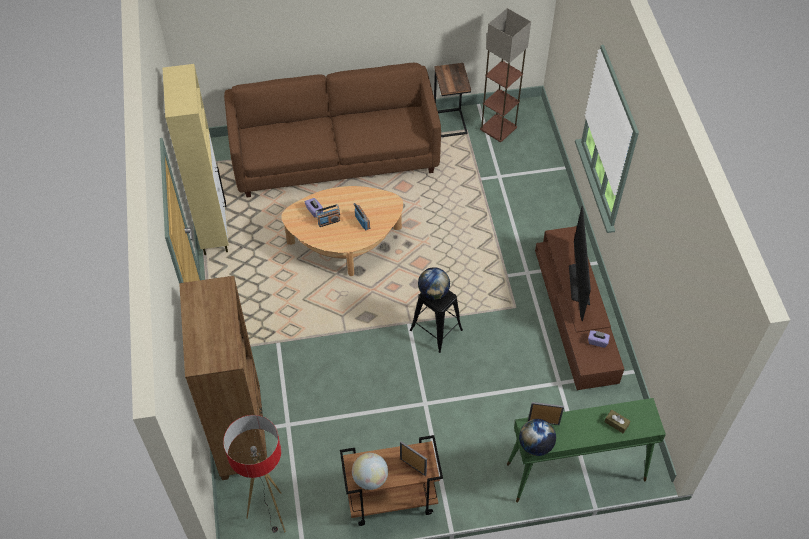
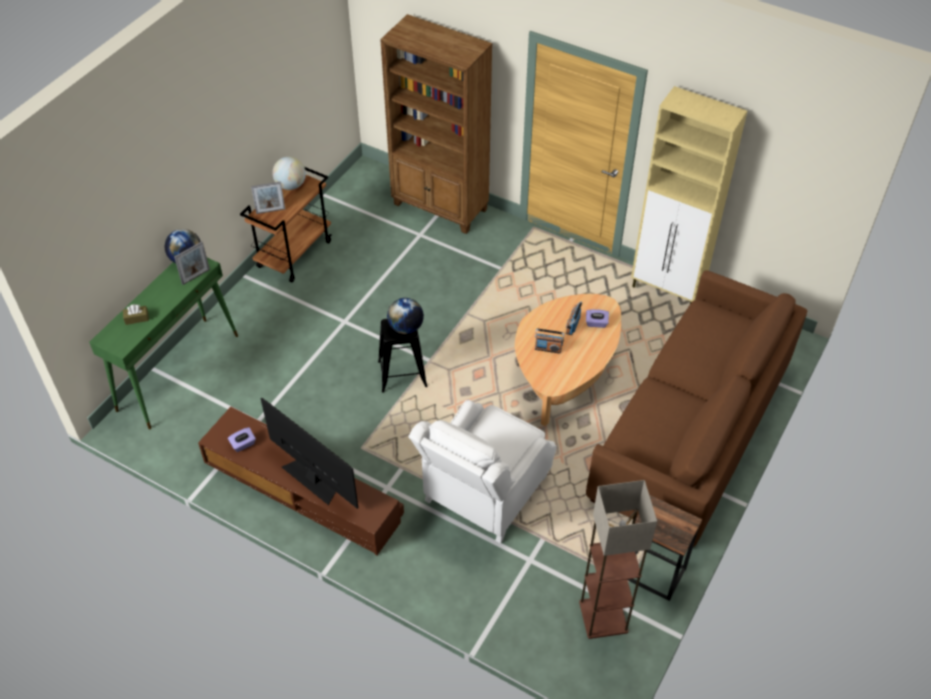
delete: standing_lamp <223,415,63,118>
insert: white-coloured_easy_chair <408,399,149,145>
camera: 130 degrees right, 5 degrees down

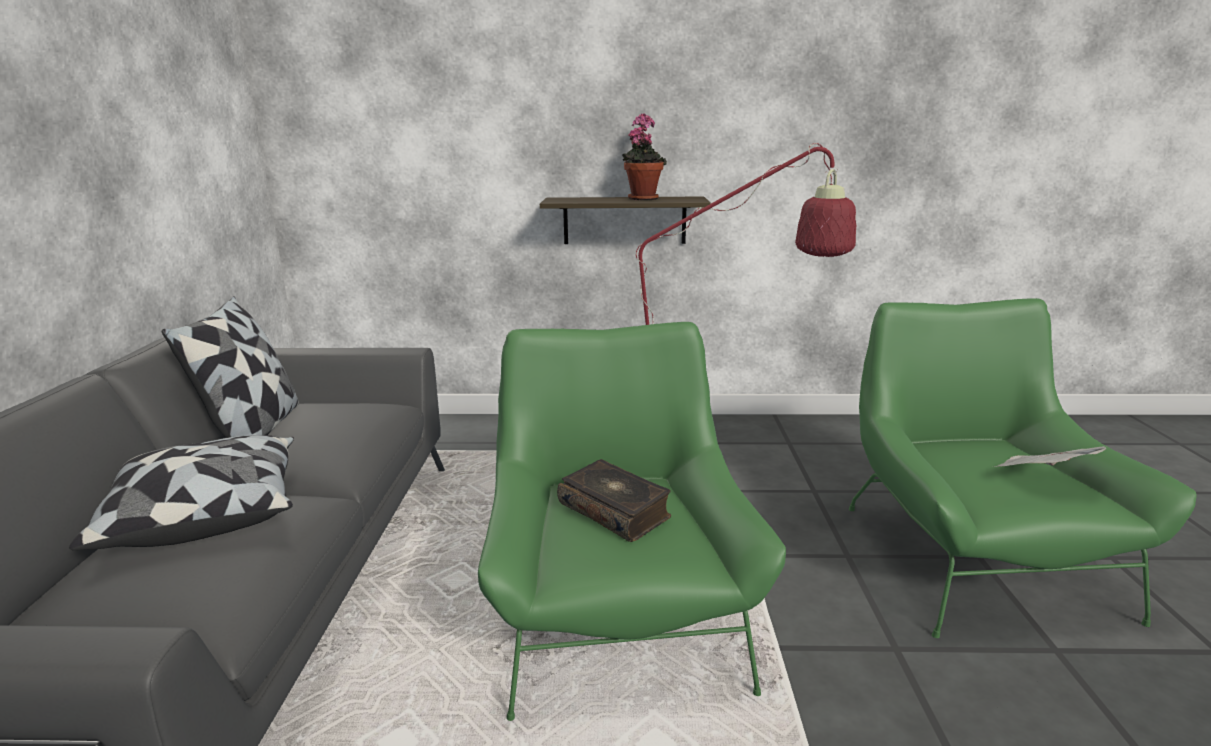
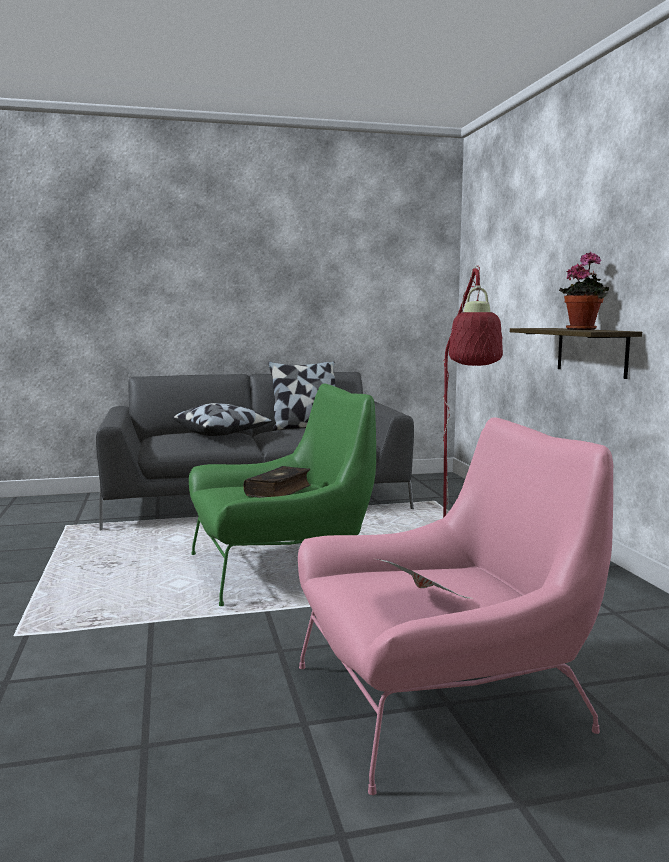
recolor: green-coloured_easy_chair <849,298,348,340> to pink-coloured_easy_chair <298,417,315,378>
camera: 75 degrees right, 10 degrees down

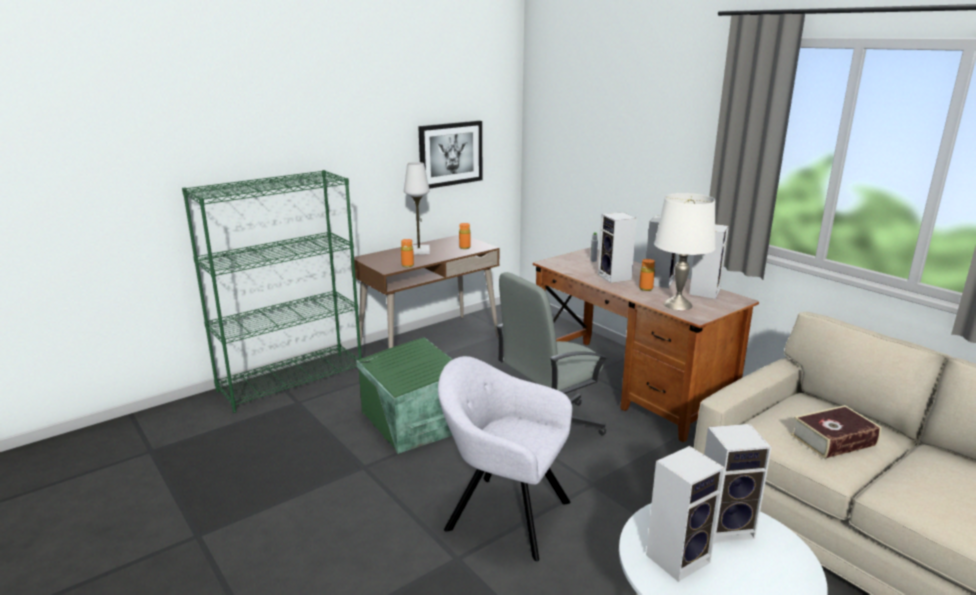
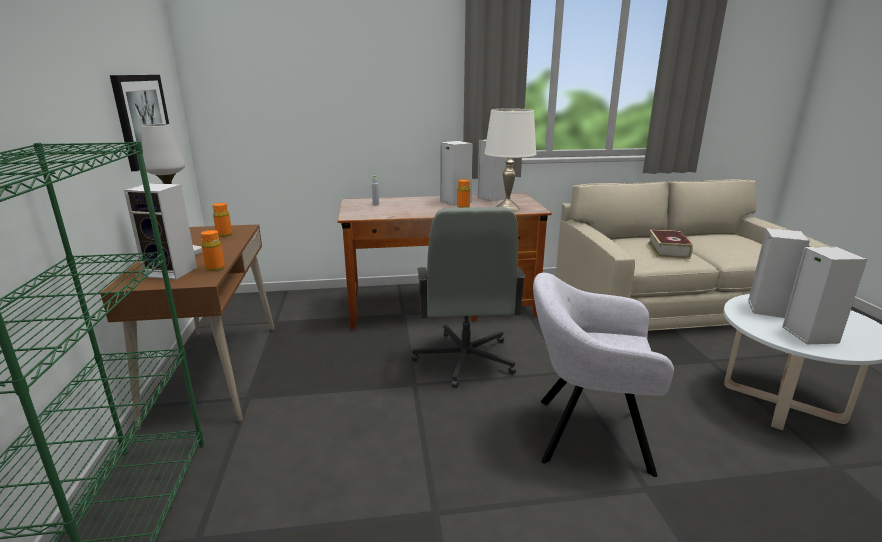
delete: green-coloured_storage_box <356,337,97,117>
move: loudspeaker <598,212,39,71> to <124,183,73,97>
rotate: greyish_easy_chair <438,356,134,205> = <533,273,141,204> 45 degrees clockwise
camera: 60 degrees left, 0 degrees up

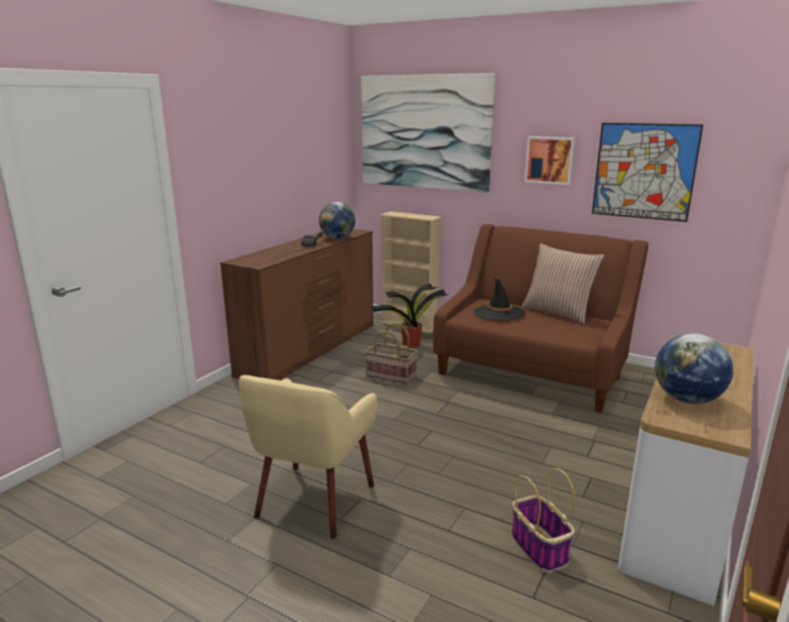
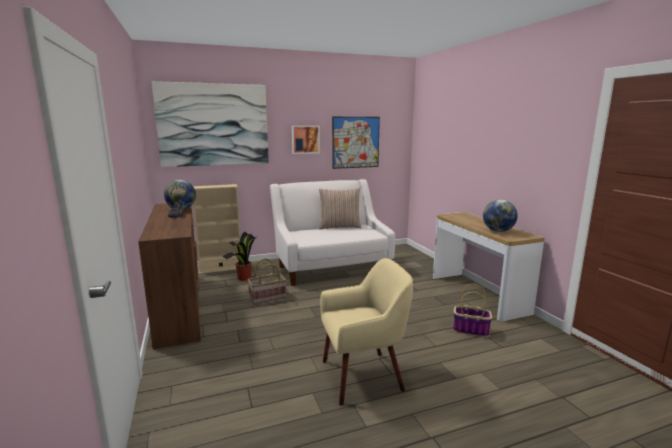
delete: blackish_hat <473,278,52,43>
recolor: brown-coloured_sofa <433,224,215,189> to white-coloured_sofa <270,179,125,107>
rotate: sand-coloured_easy_chair <239,375,138,164> = <320,258,93,147> 75 degrees counterclockwise
camera: 50 degrees left, 5 degrees down

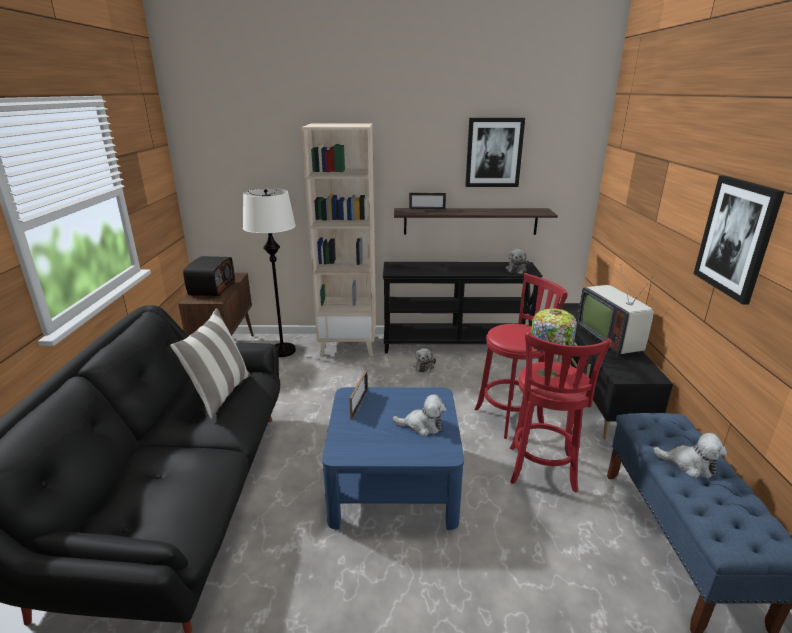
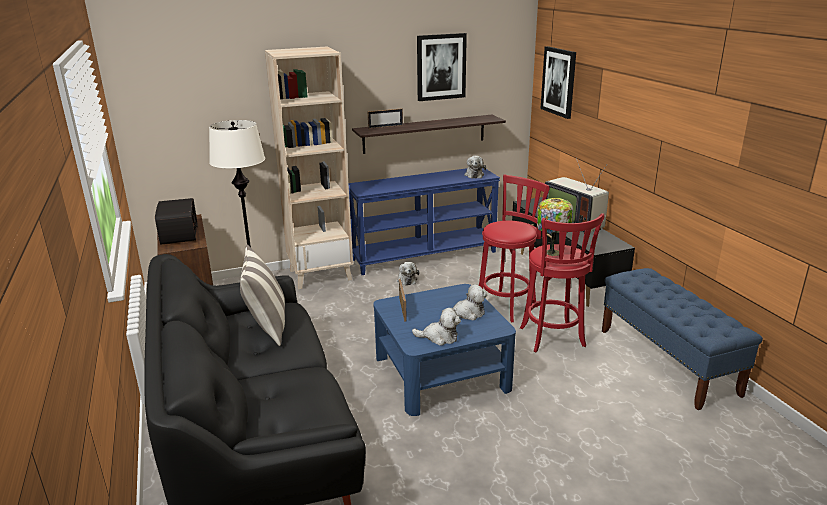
move: soft_toy <653,433,74,45> to <412,308,49,38>; picture <694,176,91,128> to <540,46,36,73>
recolor: blackish_console_table <383,262,160,91> to bluish_console_table <348,168,152,107>
camera: 20 degrees left, 0 degrees up

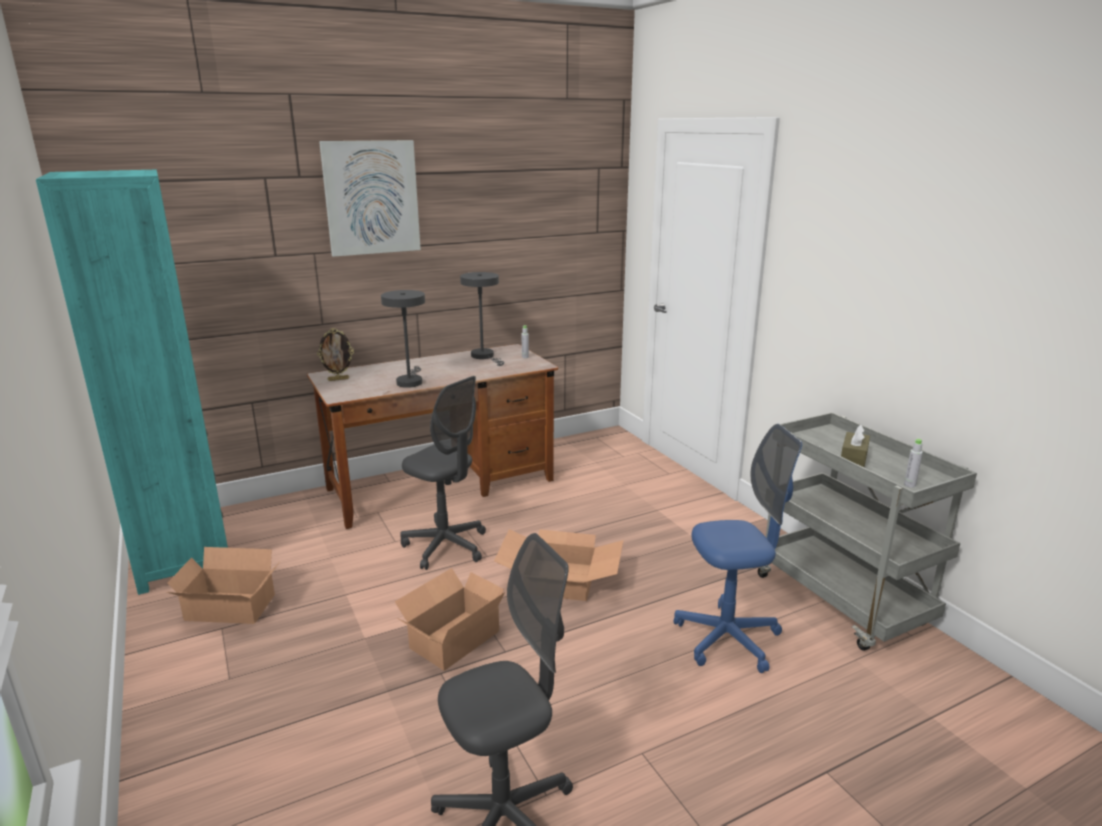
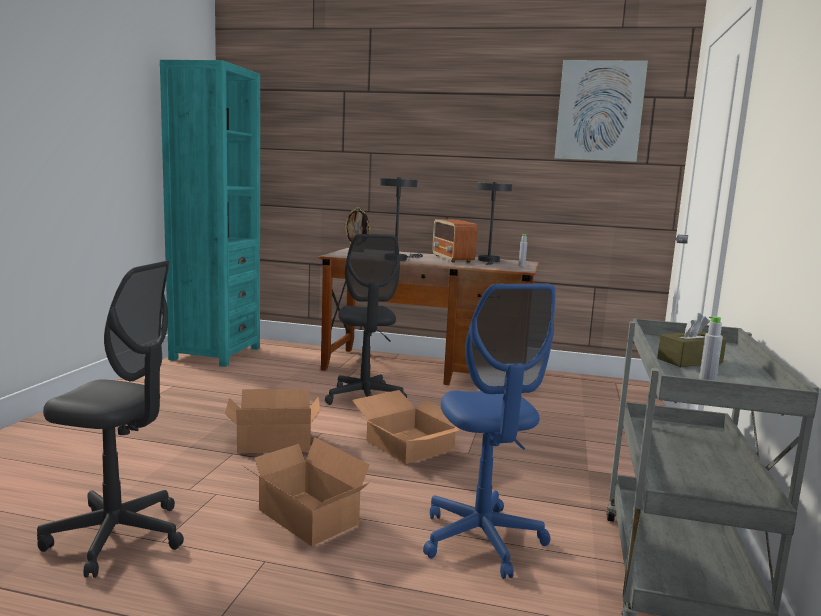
insert: radio_receiver <432,219,45,44>
move: carton <167,547,113,77> to <242,437,128,109>; picture <319,140,102,117> to <555,60,93,102>
rotate: bluish_desk_chair <674,424,128,249> = <423,283,133,296> 45 degrees clockwise
camera: 40 degrees right, 10 degrees down

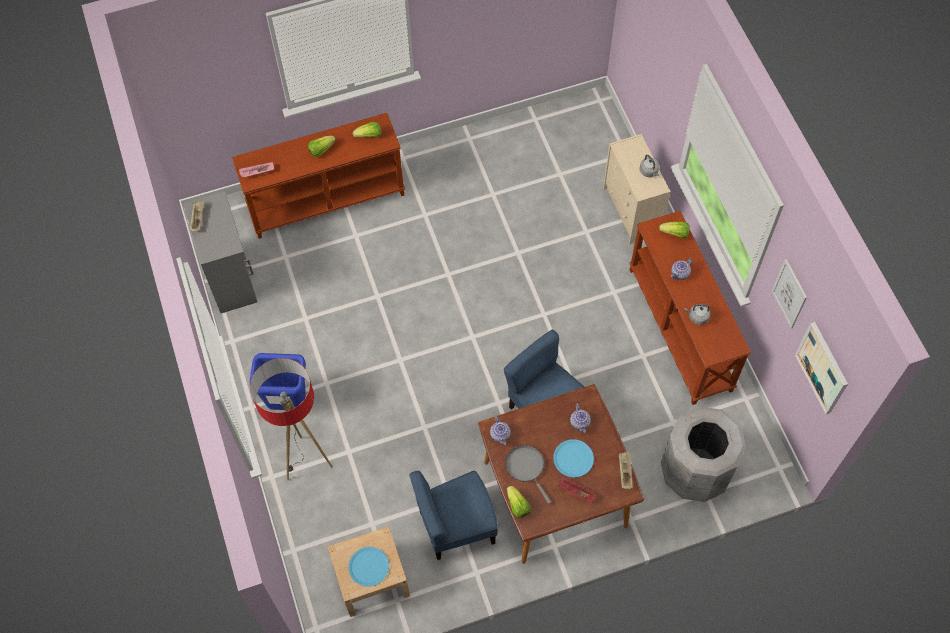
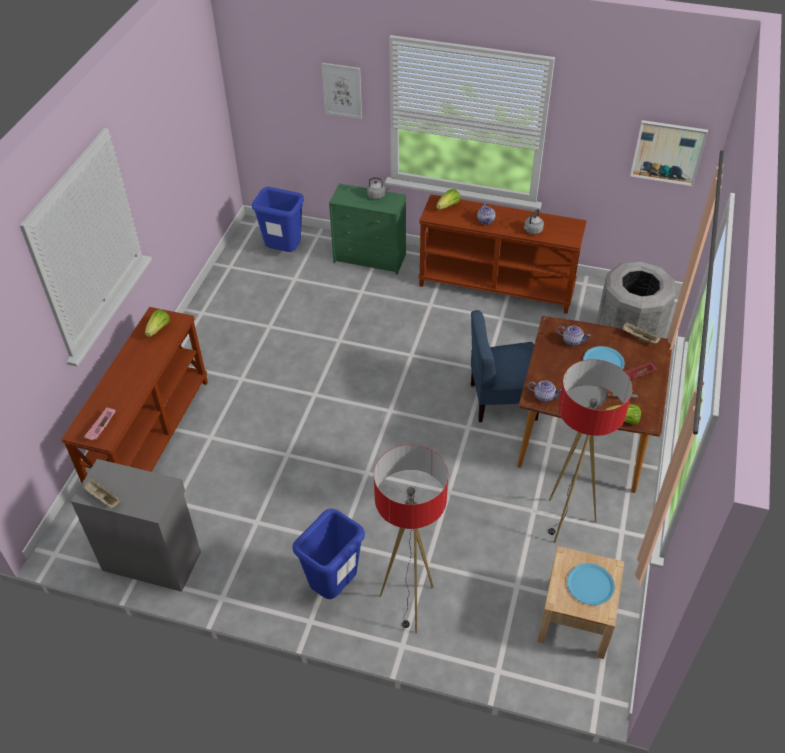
delete: lettuce_head <308,136,28,22>
insert: bluish_waste_bin <252,187,52,65>
move: picture <772,259,35,69> to <322,63,40,57>
replace: bluish_plain_chair <409,471,89,89> to standing_lamp <548,359,85,184>
recolor: sand-coloured_drawer_chest <603,134,68,110> to green-coloured_drawer_chest <329,183,77,92>
camera: 55 degrees left, 15 degrees down

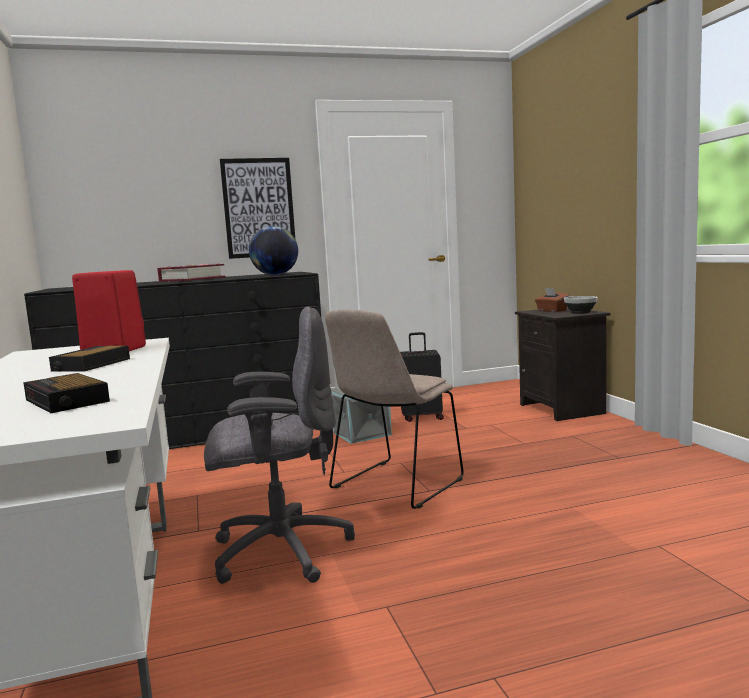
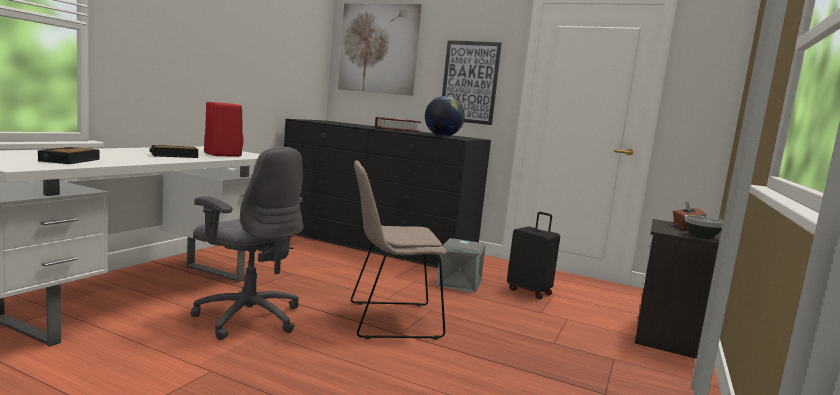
insert: picture <338,3,84,93>
camera: 40 degrees right, 0 degrees up

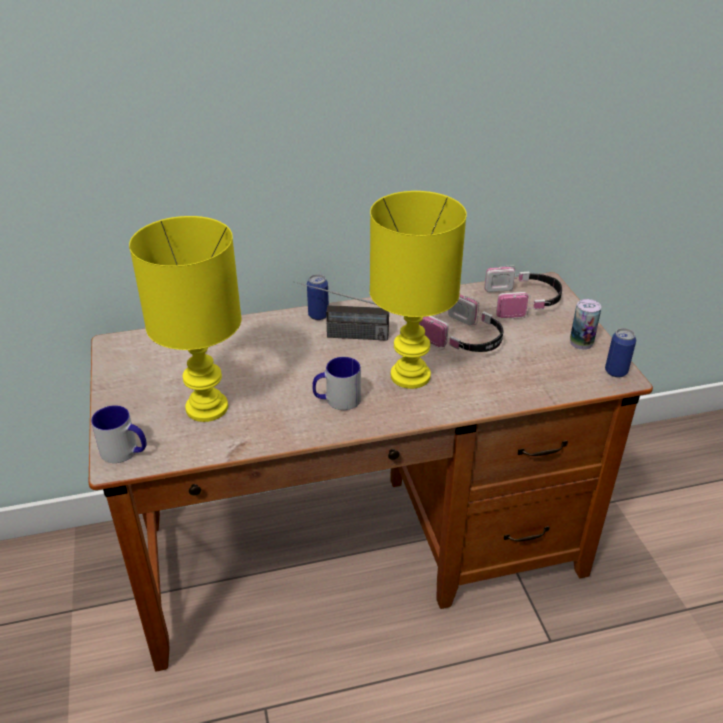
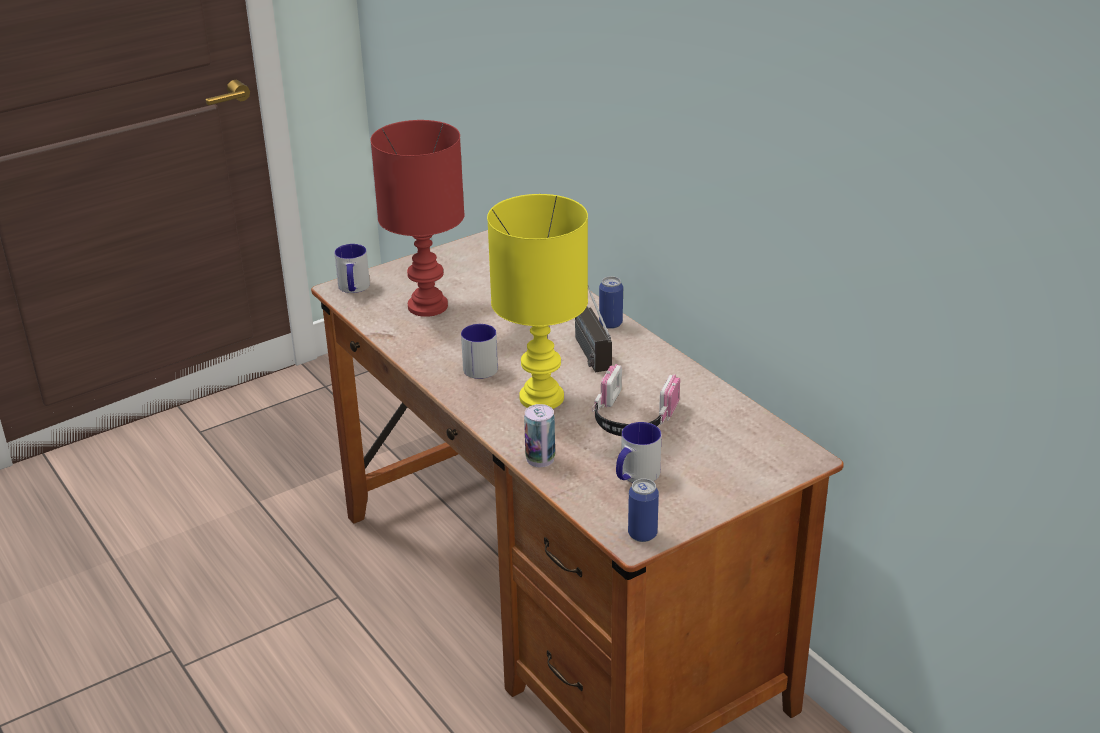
delete: headphones <484,265,78,54>
insert: mug <616,422,46,61>
move: metal_can <570,299,31,51> to <524,404,31,63>
recolor: yellowish_tabletop_lamp <129,216,113,206> to red-coloured_tabletop_lamp <370,120,95,197>
camera: 70 degrees right, 5 degrees down

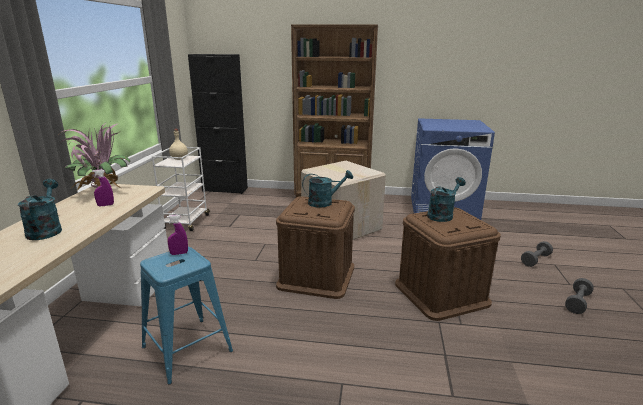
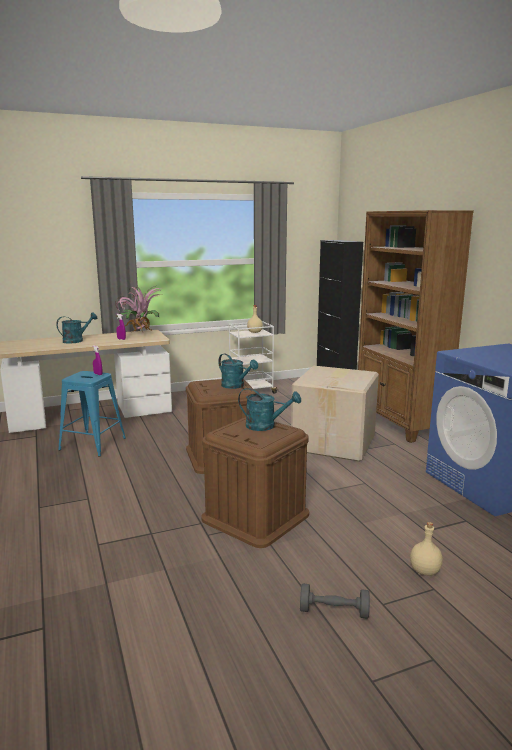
replace: greyish_hand_weight <521,241,32,26> to sand-coloured_beverage_bottle <410,522,33,54>
camera: 60 degrees right, 5 degrees down

